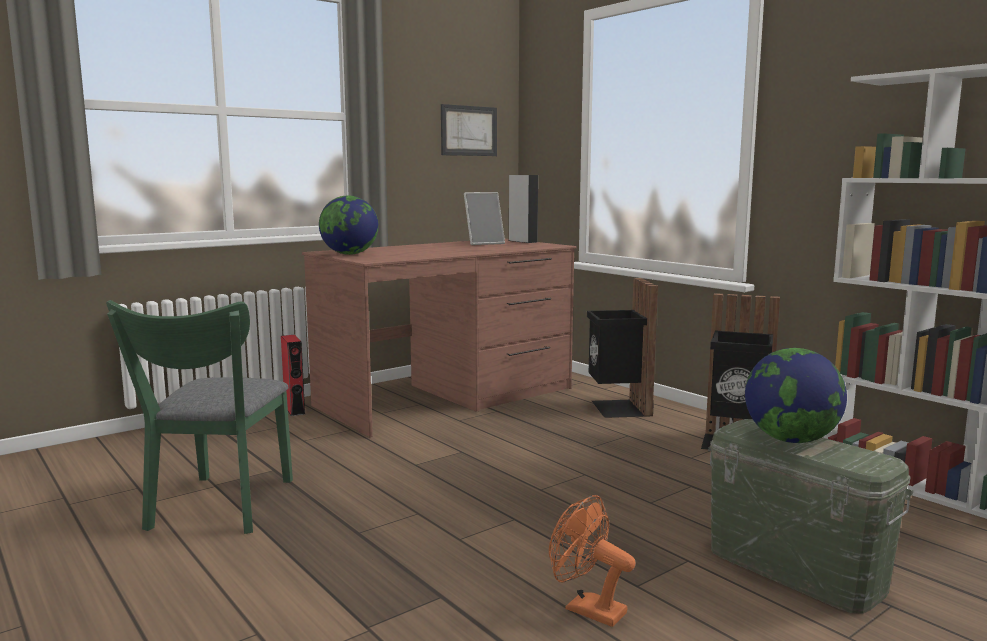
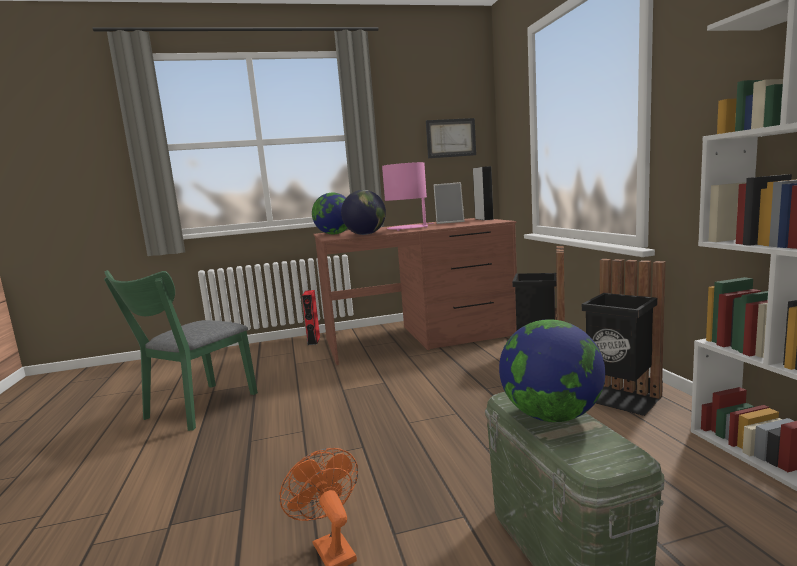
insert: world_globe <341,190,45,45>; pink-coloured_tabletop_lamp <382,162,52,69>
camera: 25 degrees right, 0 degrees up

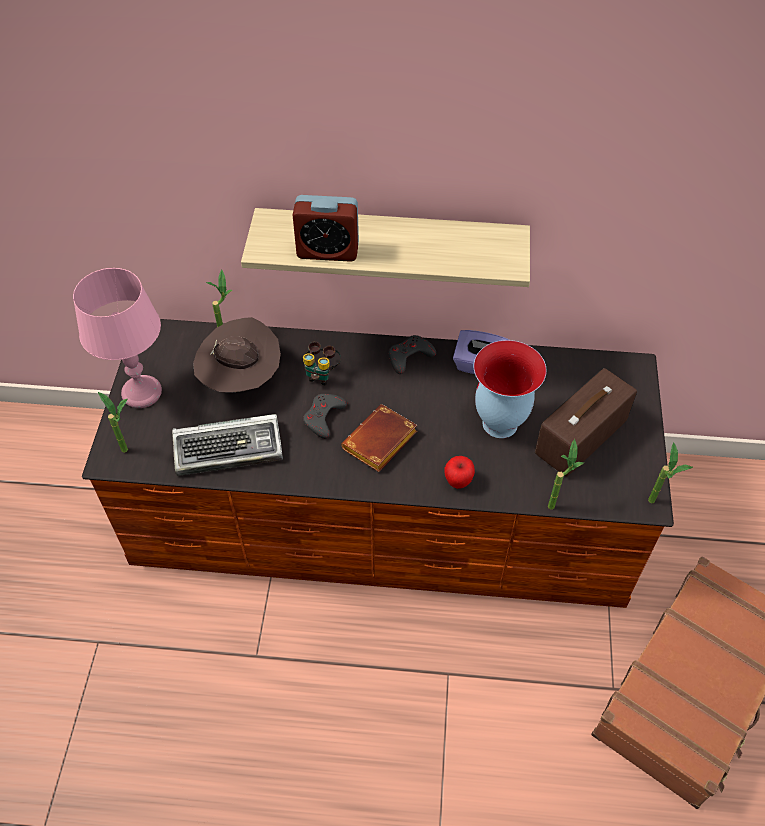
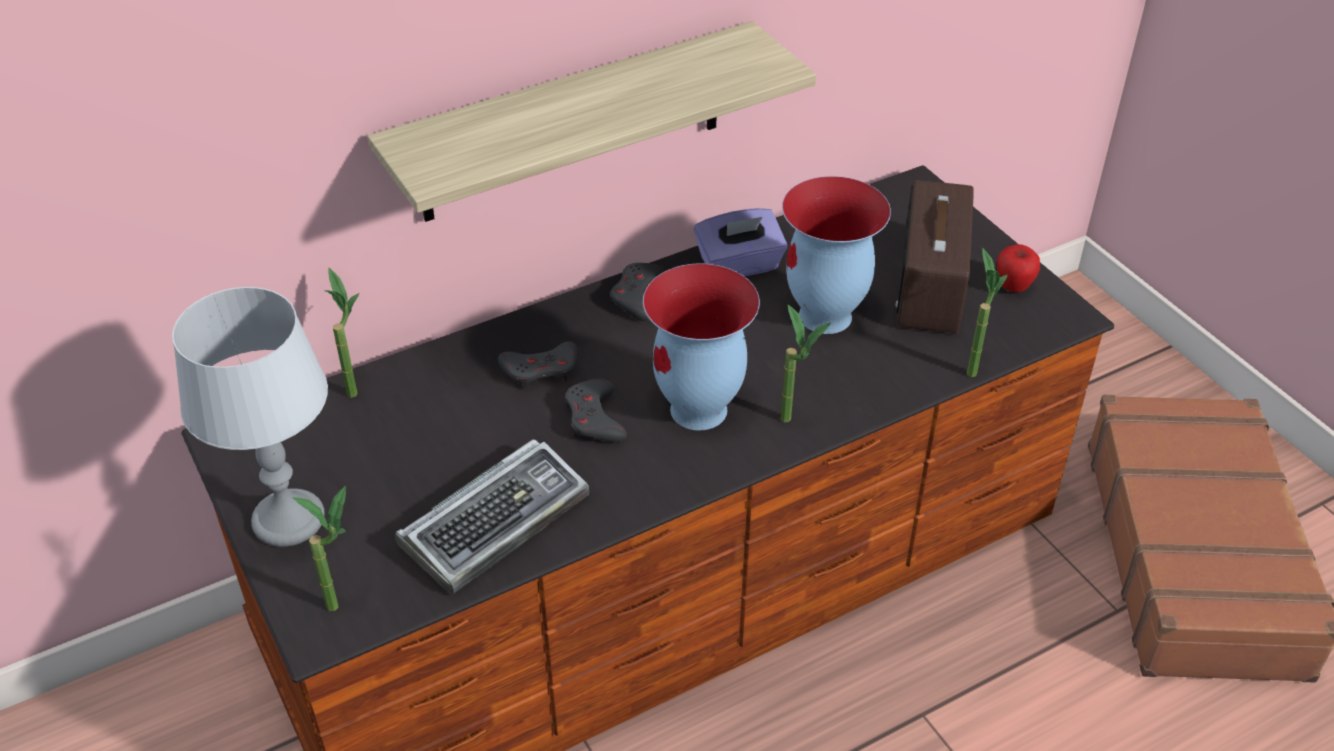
delete: brown-coloured_hat <193,317,88,76>; alarm_clock <292,195,67,67>
move: apple <444,456,31,33> to <997,244,43,49>; potted_plant <648,442,45,62> to <781,304,50,118>
replace: binoculars <303,342,38,44> to greyish_joypad <498,341,80,48>; brown-coloured_book <341,404,77,68> to flower_vase <643,263,117,167>
recolor: pink-coloured_tabletop_lamp <73,268,89,140> to greyish_tabletop_lamp <172,287,156,260>
camera: 35 degrees left, 10 degrees down

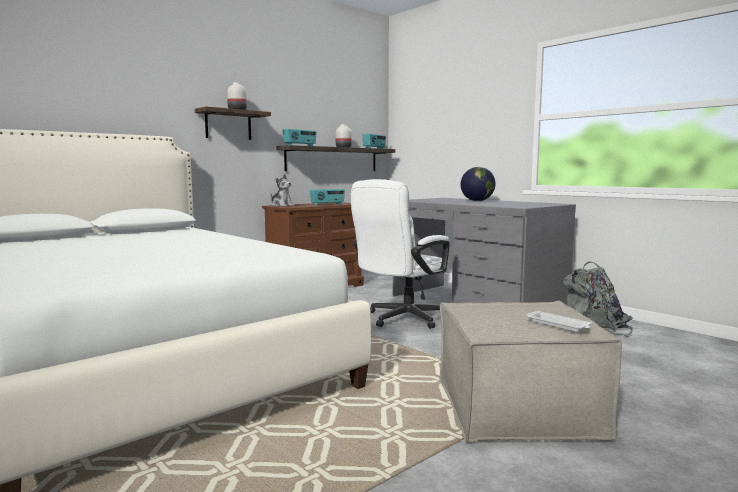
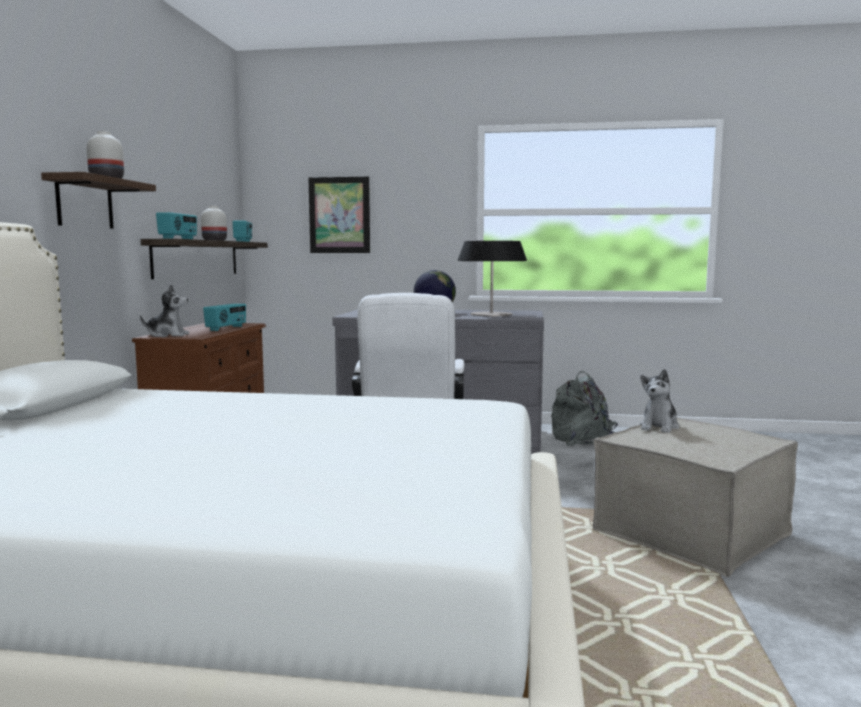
delete: white-coloured_serving_tray <526,310,66,22>
insert: picture <308,176,62,77>; tabletop_lamp <458,241,69,75>; soft_toy <640,369,40,64>
camera: 40 degrees left, 0 degrees up

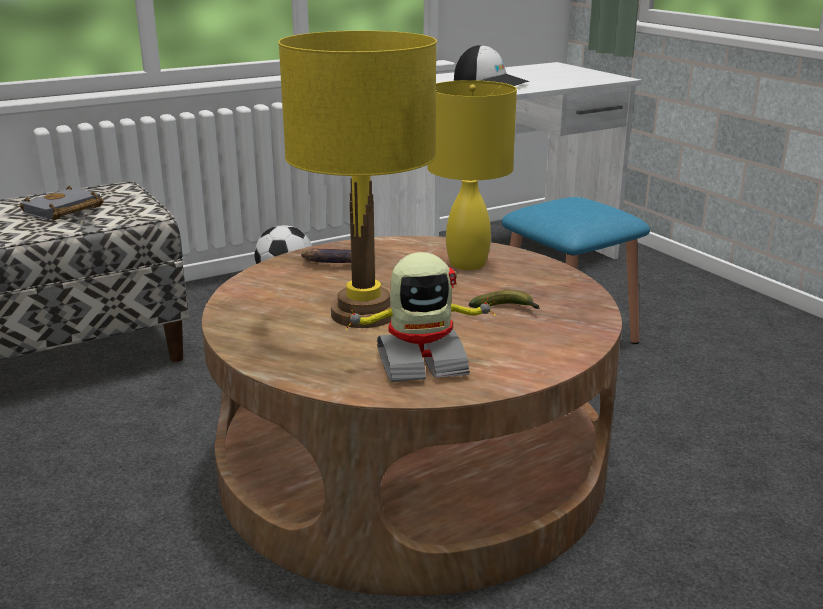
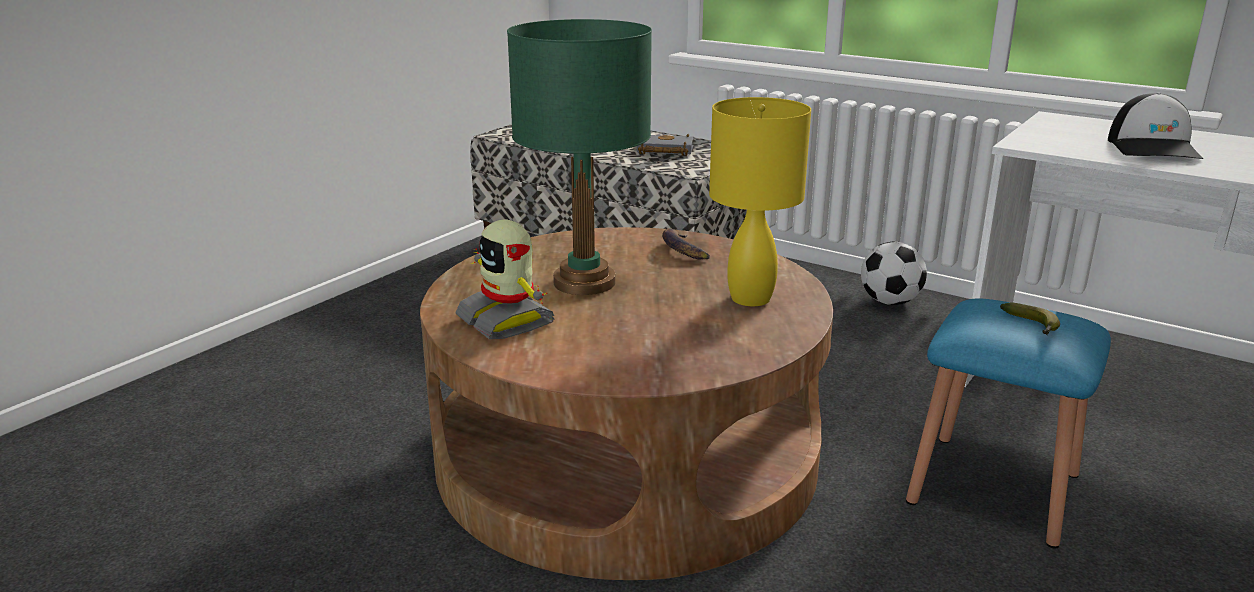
move: whole_banana <469,290,71,19> to <1000,303,60,32>
recolor: yellowish_tabletop_lamp <278,31,159,297> to green-coloured_tabletop_lamp <507,19,145,276>
camera: 65 degrees right, 0 degrees up

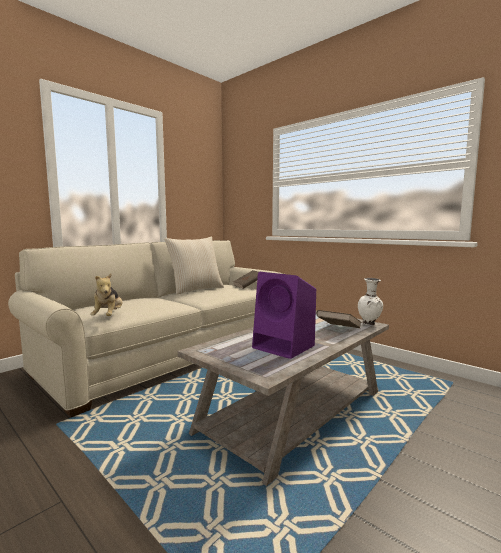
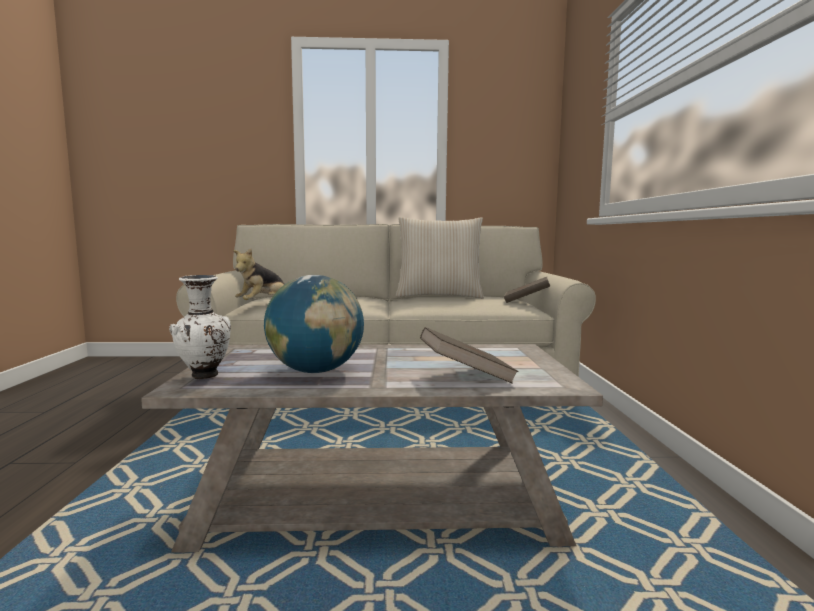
move: white-coloured_flower_vase <358,278,25,48> to <169,275,62,104>
replace: purple_loudspeaker <252,272,64,87> to world_globe <264,275,100,98>
camera: 45 degrees right, 0 degrees up

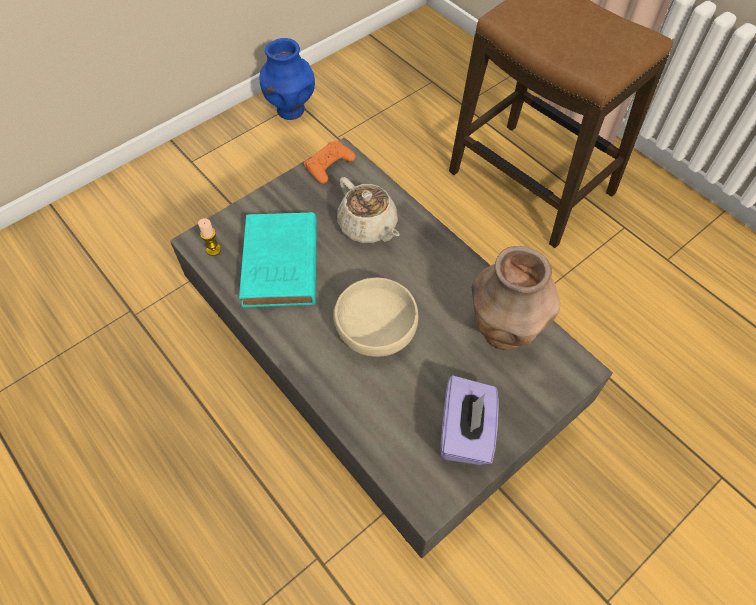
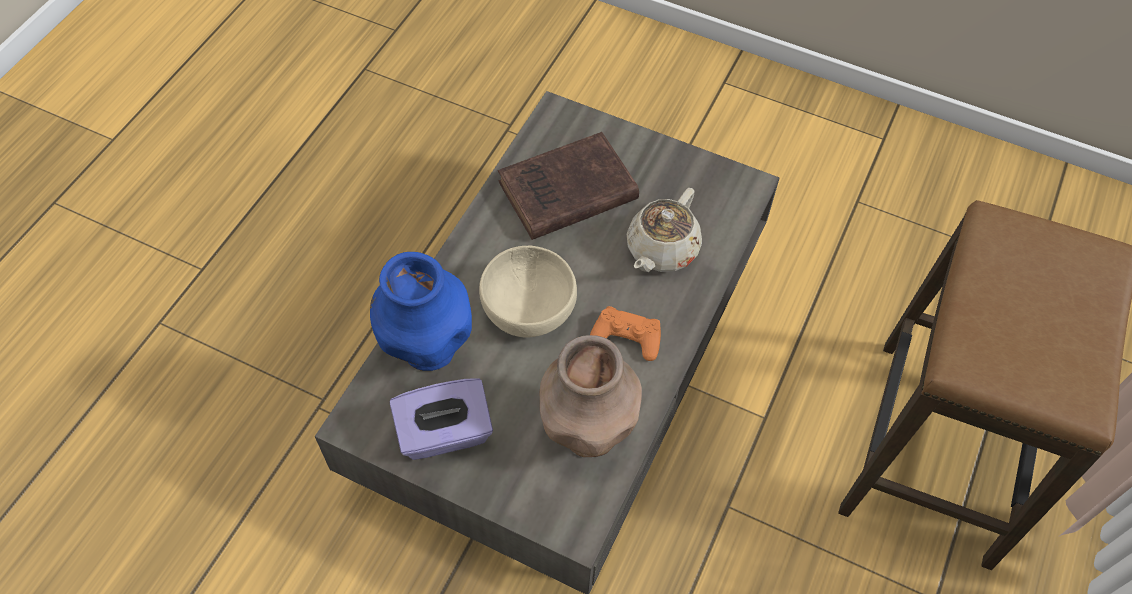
delete: wax_candle <198,218,23,38>
move: bluish_flower_vase <260,38,55,82> to <370,252,102,119>; orange-coloured_joypad <303,141,53,43> to <590,306,71,55>
recolor: turquoise-coloured_book <239,212,78,95> to brown-coloured_book <498,132,141,108>
camera: 65 degrees right, 0 degrees up

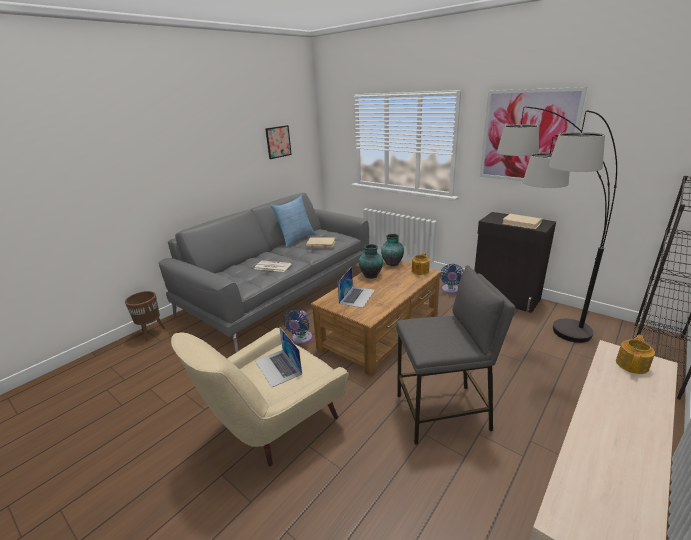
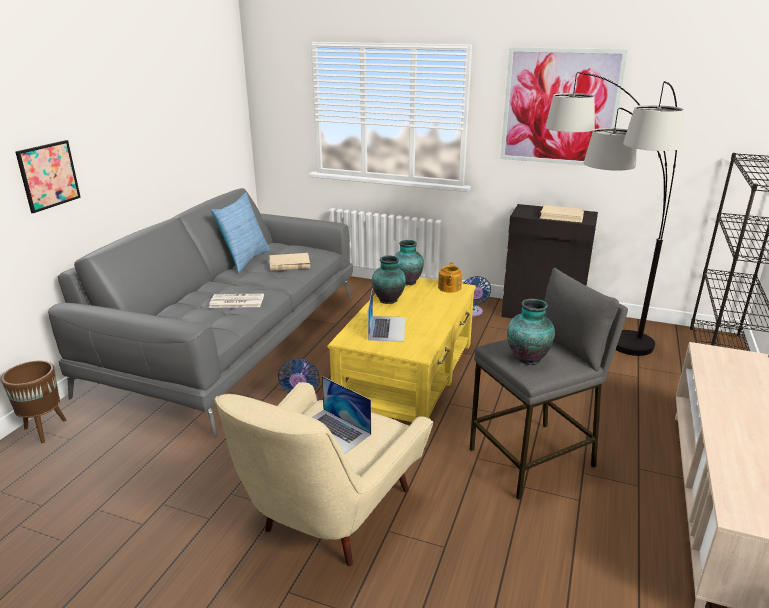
delete: pot_for_tea <616,335,39,39>
insert: flower_vase <507,299,48,66>
move: picture <265,125,27,34> to <15,140,66,73>
recolor: brown-coloured_low_table <311,259,131,118> to yellowish_low_table <328,277,148,145>
camera: 20 degrees left, 0 degrees up

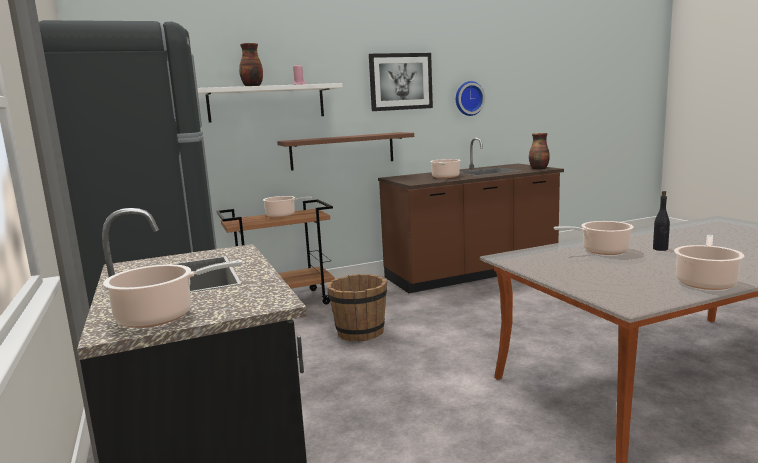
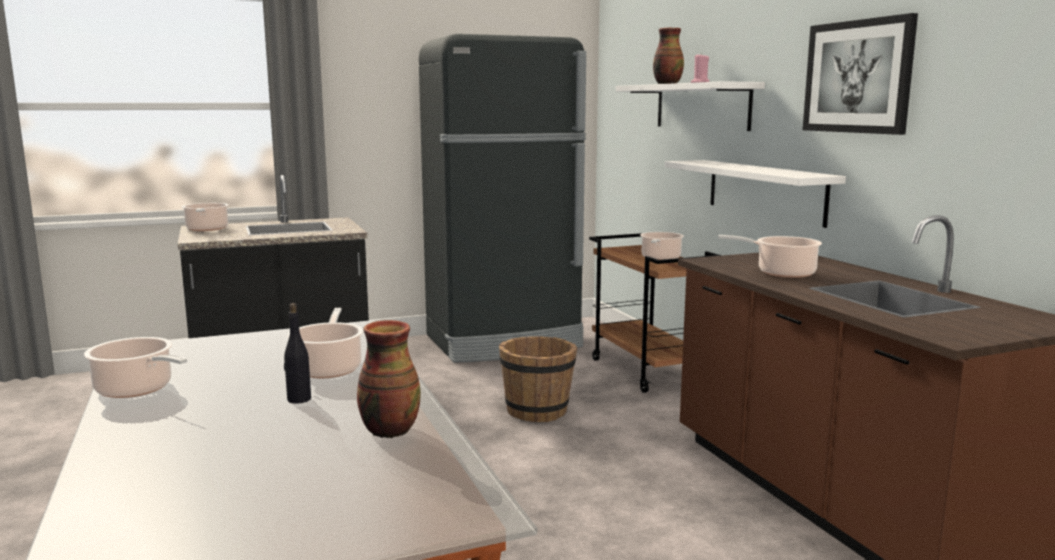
delete: hanging_clock <456,81,29,35>
move: flower_vase <529,133,21,37> to <357,320,64,118>
recolor: brown-coloured_wall_shelf <277,132,137,39> to white-coloured_wall_shelf <665,160,181,68>
camera: 90 degrees right, 0 degrees up

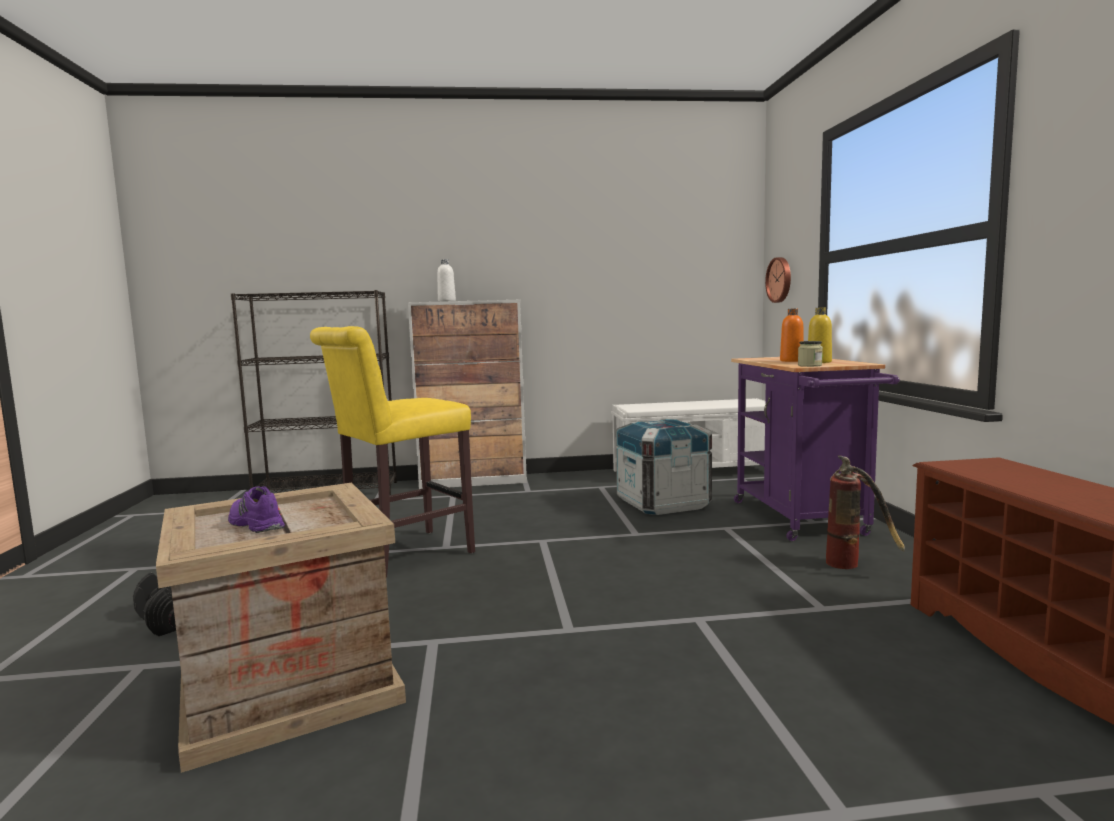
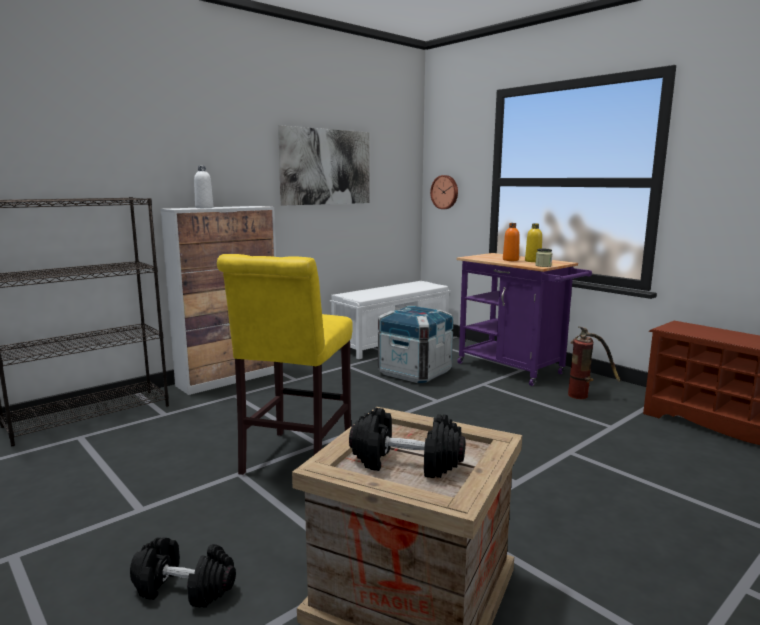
insert: picture <278,125,91,81>
replace: purple_low_shoe <228,486,57,47> to blackish_hand_weight <349,407,117,71>
camera: 35 degrees left, 5 degrees up

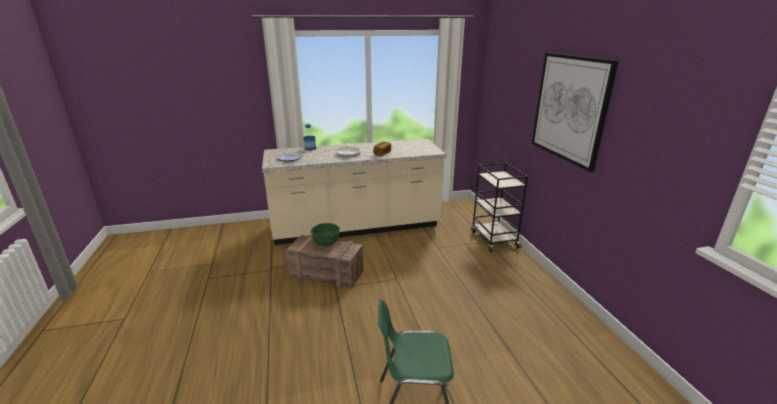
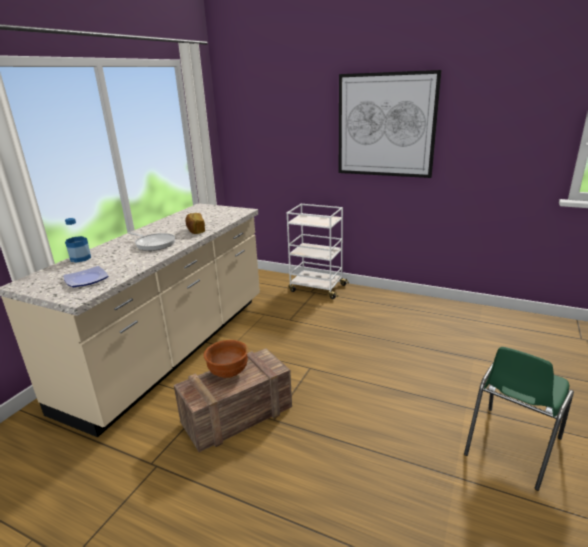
recolor: green-coloured_serving_bowl <311,223,29,23> to brown-coloured_serving_bowl <204,340,44,38>; blackish_wheeled_cart <471,163,57,89> to white-coloured_wheeled_cart <287,204,62,95>
camera: 50 degrees left, 0 degrees up

